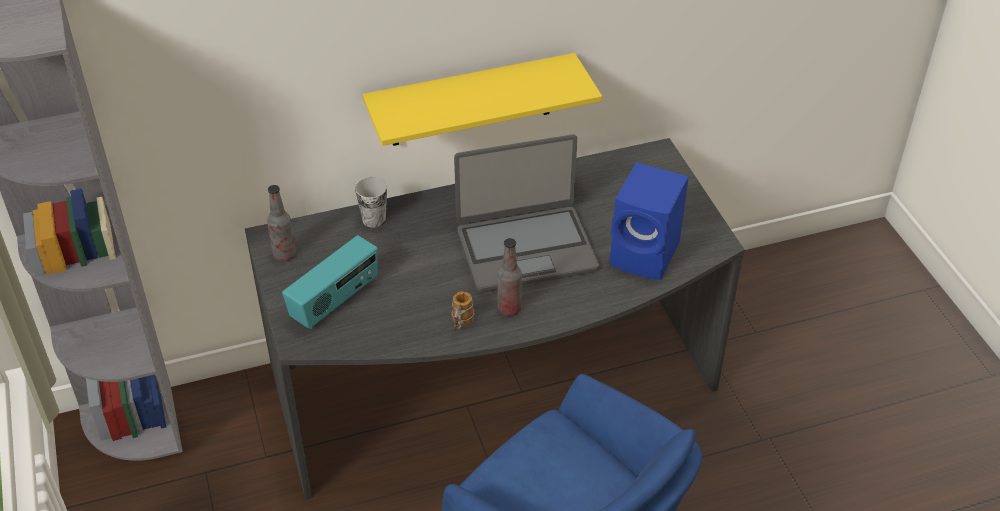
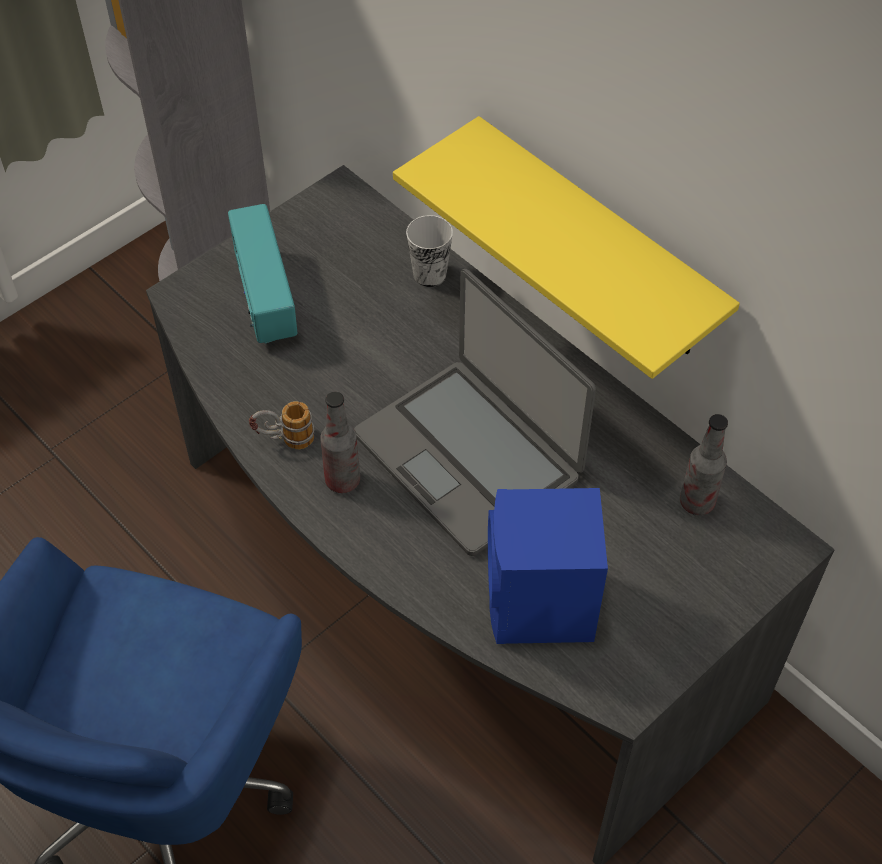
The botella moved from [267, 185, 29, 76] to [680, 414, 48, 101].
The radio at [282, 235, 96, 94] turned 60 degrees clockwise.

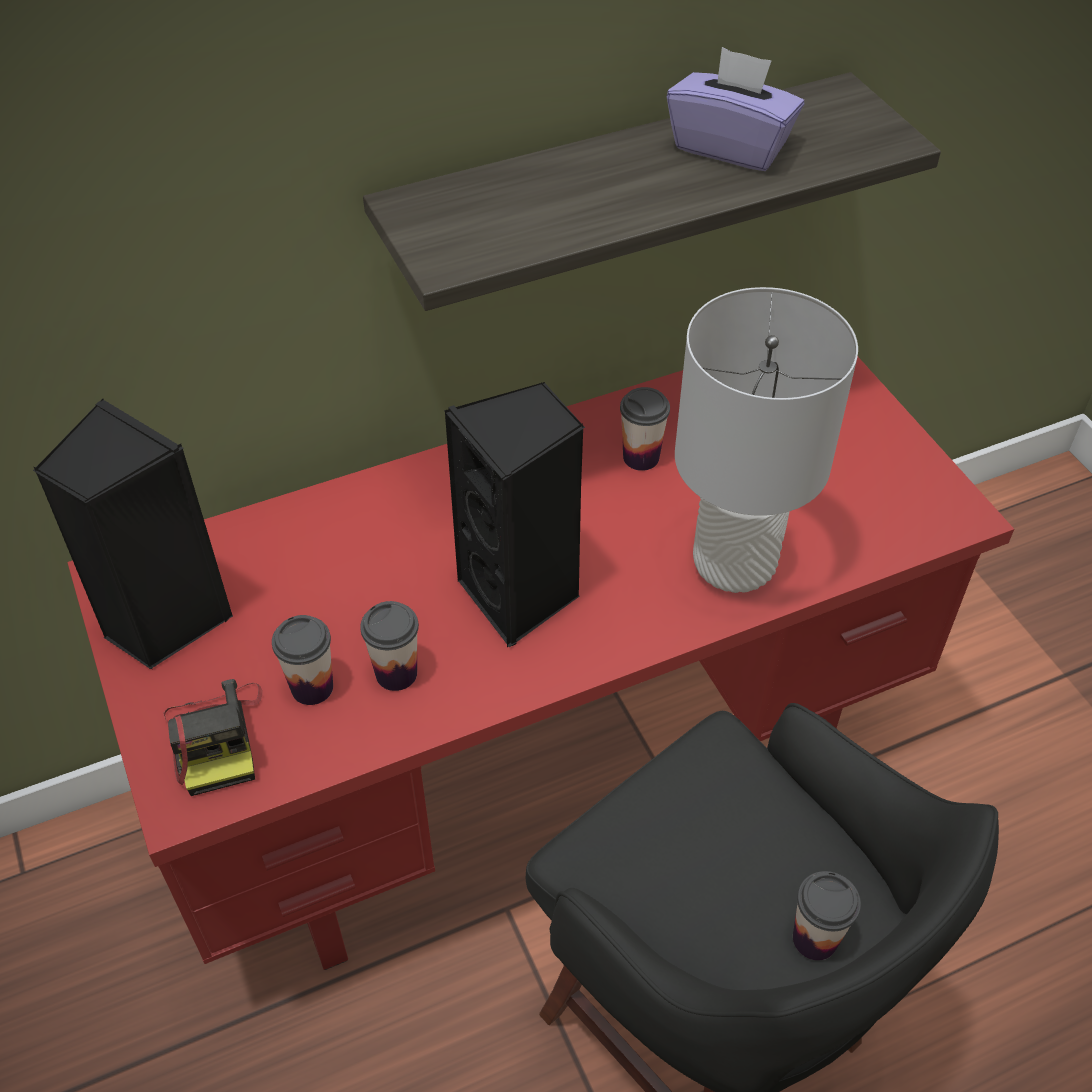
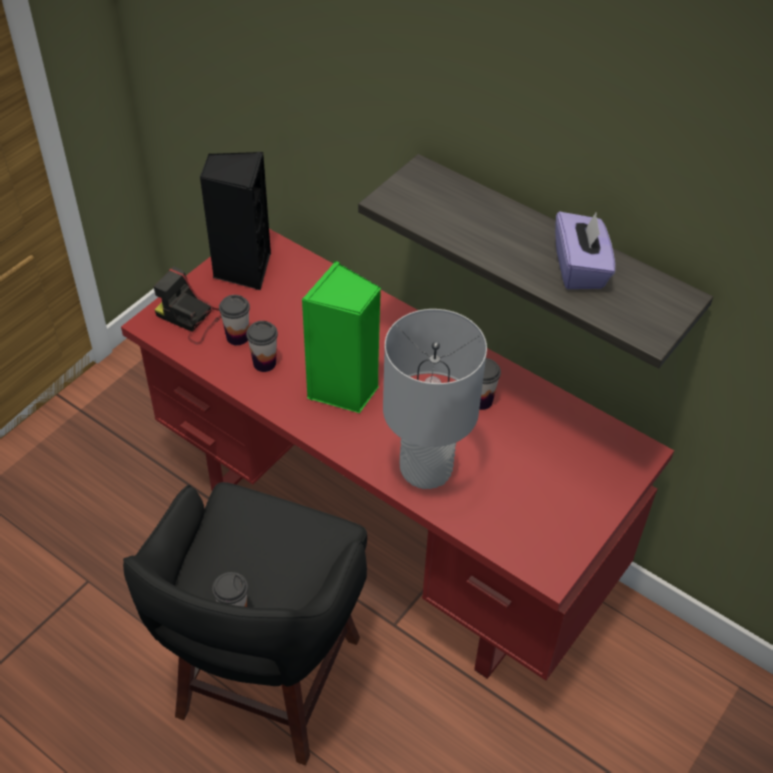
The cámara at [164, 679, 98, 117] turned 75 degrees clockwise.
The altavoz (negro) at [444, 382, 141, 265] became the altavoz (verde) at [302, 261, 79, 152].

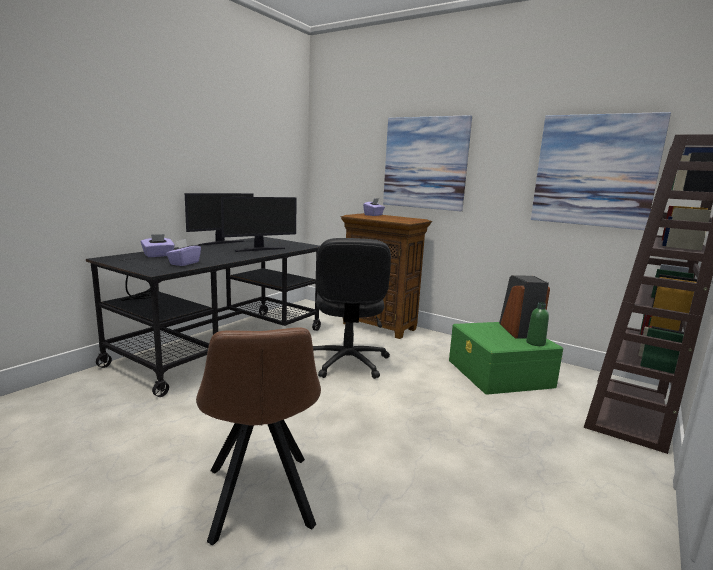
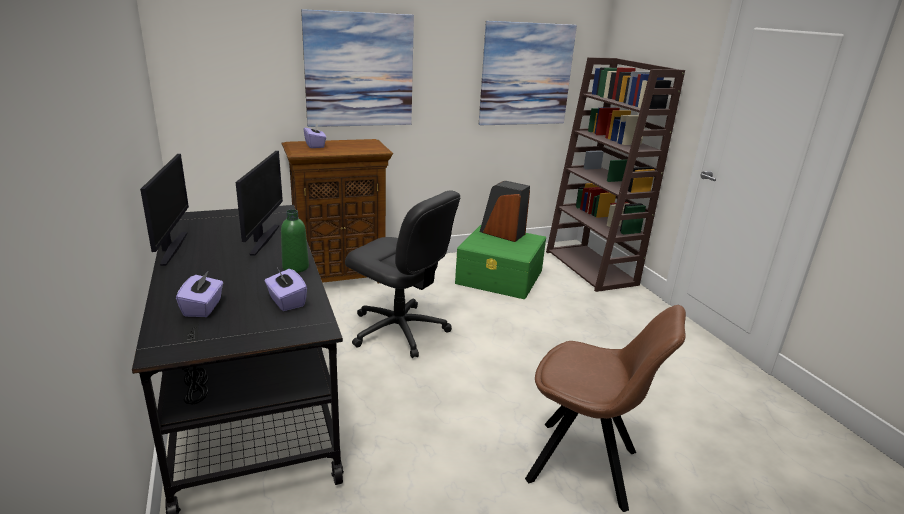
The botella (verde) moved from [526, 302, 23, 44] to [281, 210, 28, 63].

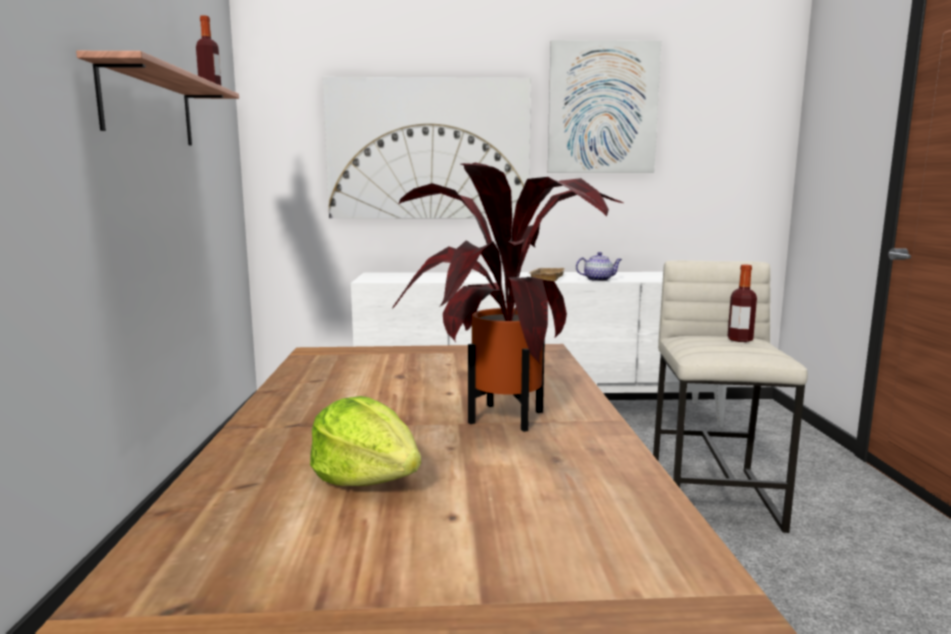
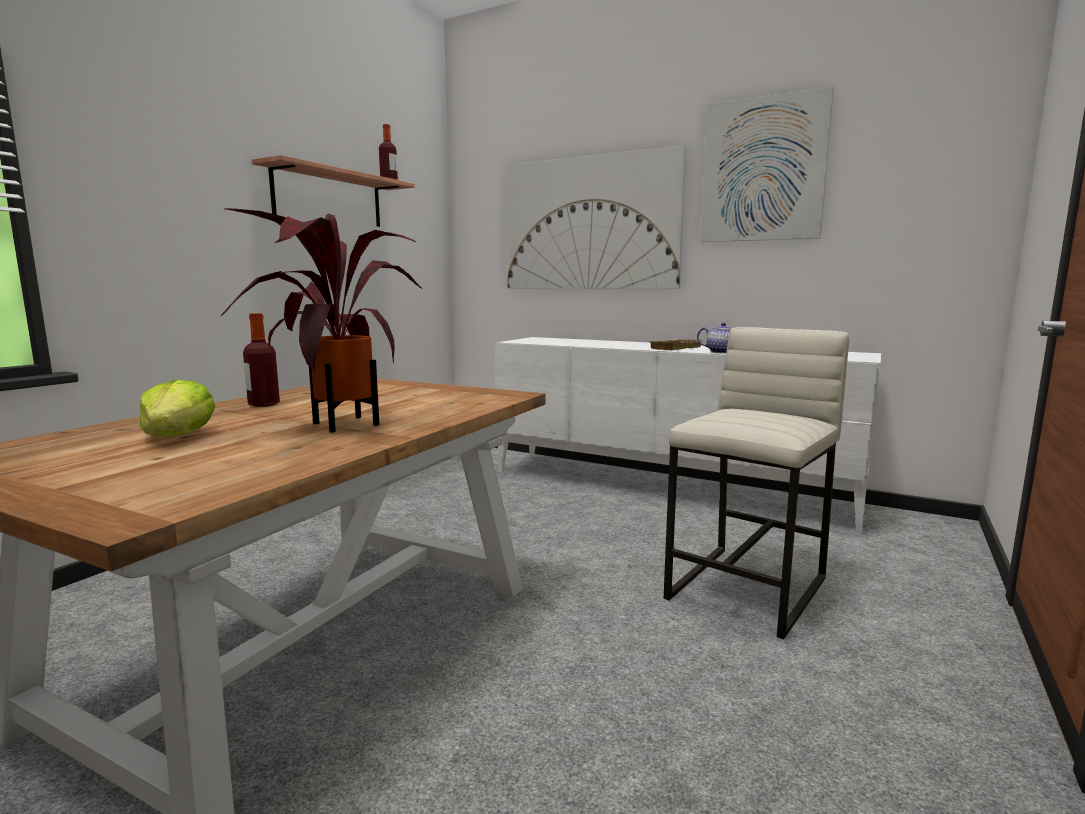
The botella moved from [728, 265, 29, 77] to [243, 313, 37, 94].

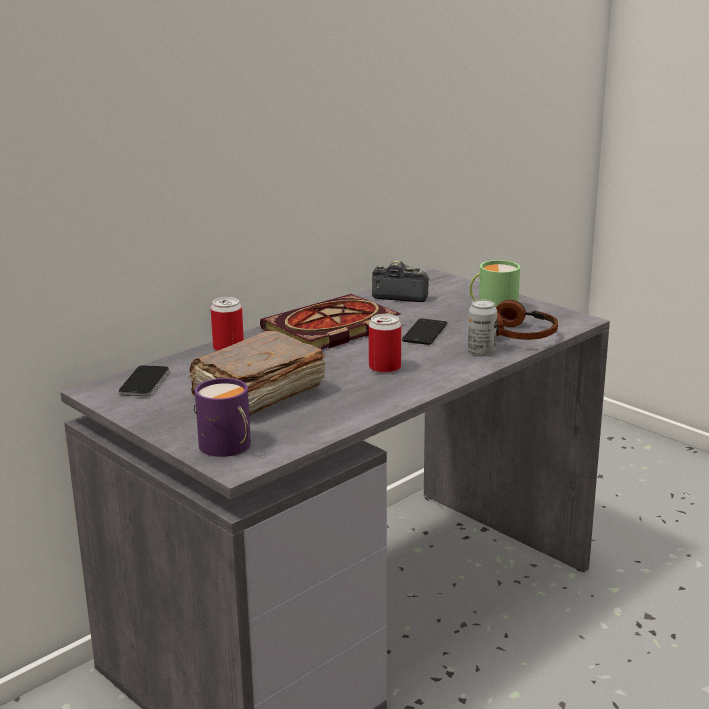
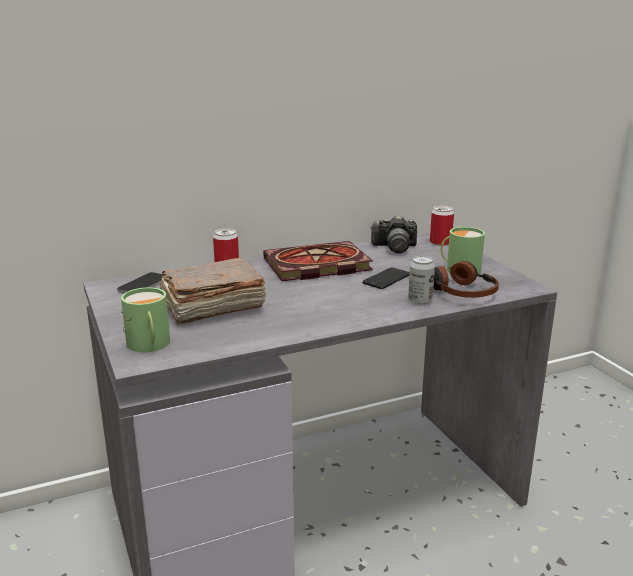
The taza grande (morado) at [194, 378, 57, 79] became the taza grande (verde) at [121, 287, 49, 65].
The lata moved from [369, 314, 32, 59] to [430, 206, 24, 40].
The cámara at [372, 261, 58, 41] turned 150 degrees clockwise.

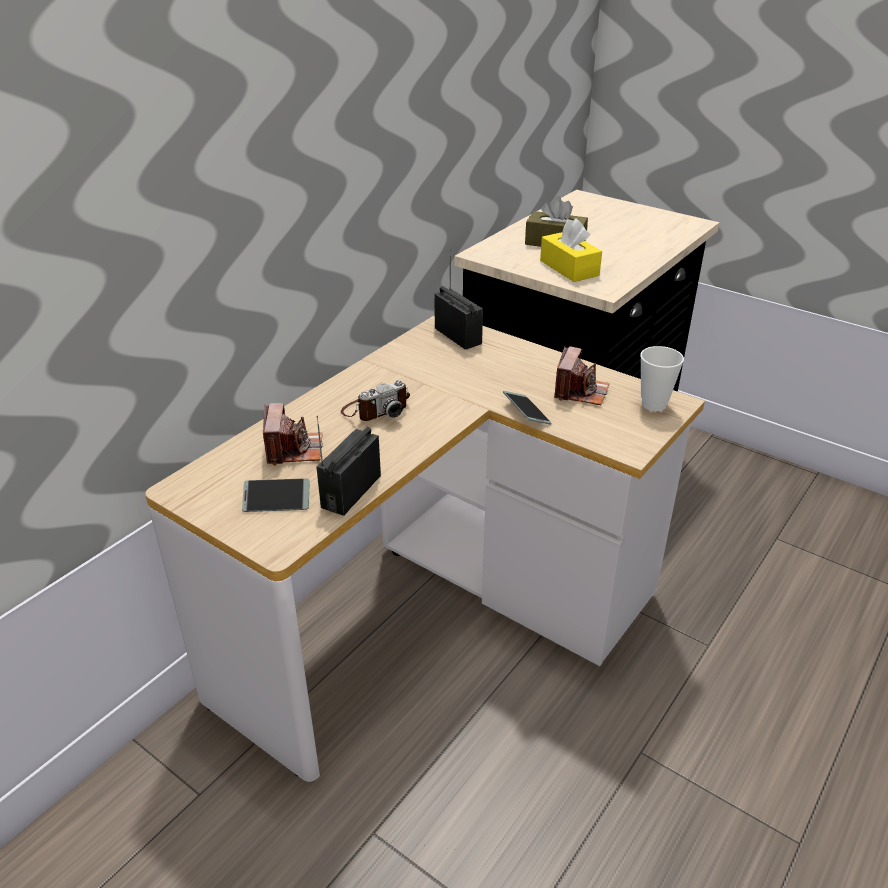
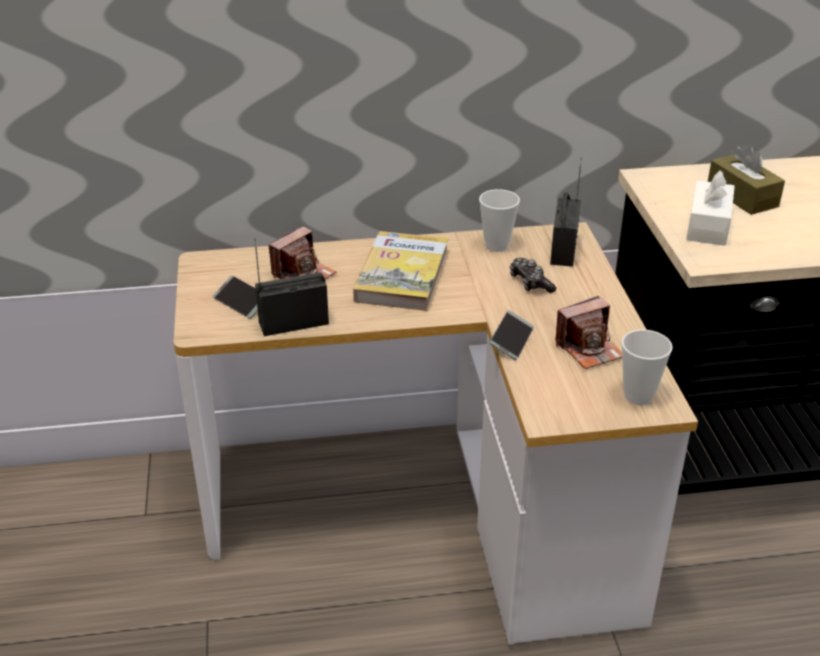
The cámara at [341, 380, 69, 41] was replaced by the libro at [353, 231, 95, 80].
The caja de pañuelos (amarillo) at [540, 218, 62, 64] became the caja de pañuelos (blanco) at [686, 170, 49, 76].
The taza at [479, 189, 41, 63] appeared.
The mando de consola at [510, 258, 46, 35] appeared.

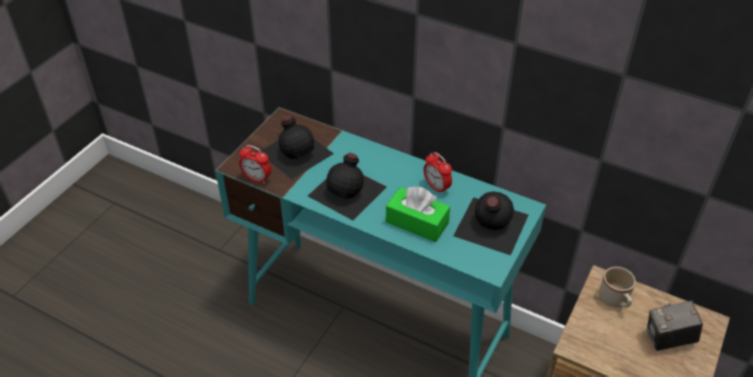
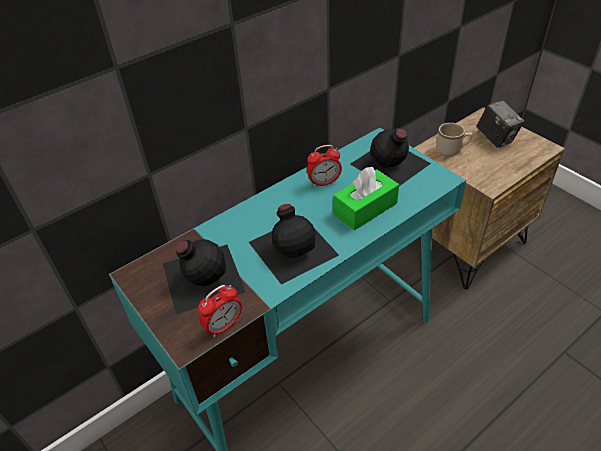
The cámara at [646, 300, 57, 51] turned 45 degrees counterclockwise.

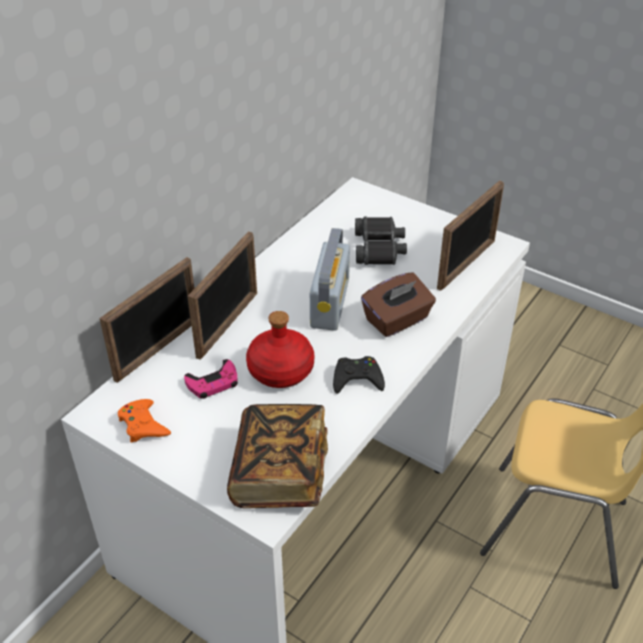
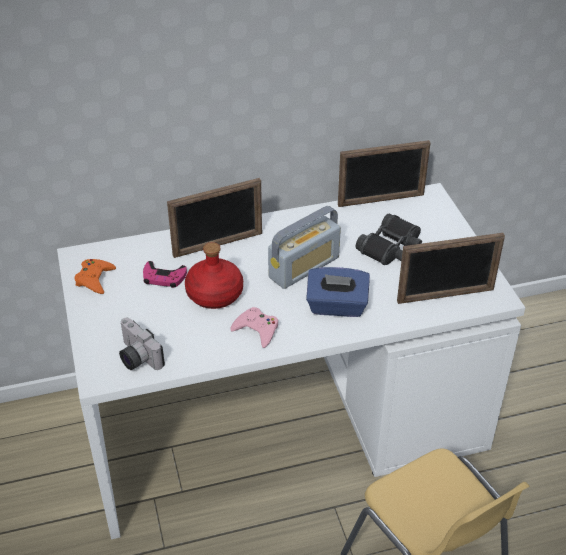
The portarretratos moved from [99, 257, 95, 126] to [338, 140, 93, 67].
The libro at [227, 404, 101, 105] was replaced by the cámara at [119, 318, 46, 52].
The mando de consola (negro) at [333, 356, 52, 38] became the mando de consola (rosa) at [230, 307, 48, 41].
The caja de pañuelos (marrón) at [361, 273, 75, 64] became the caja de pañuelos (azul) at [306, 267, 64, 50].

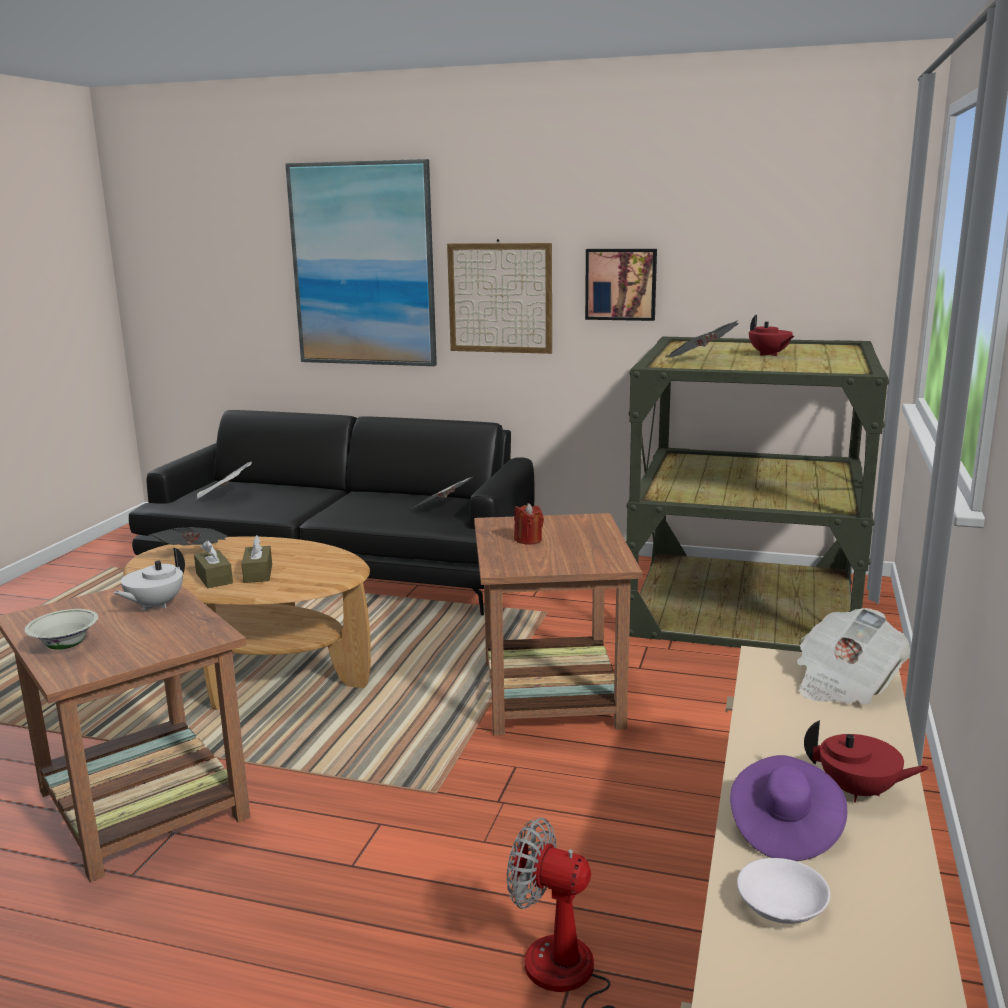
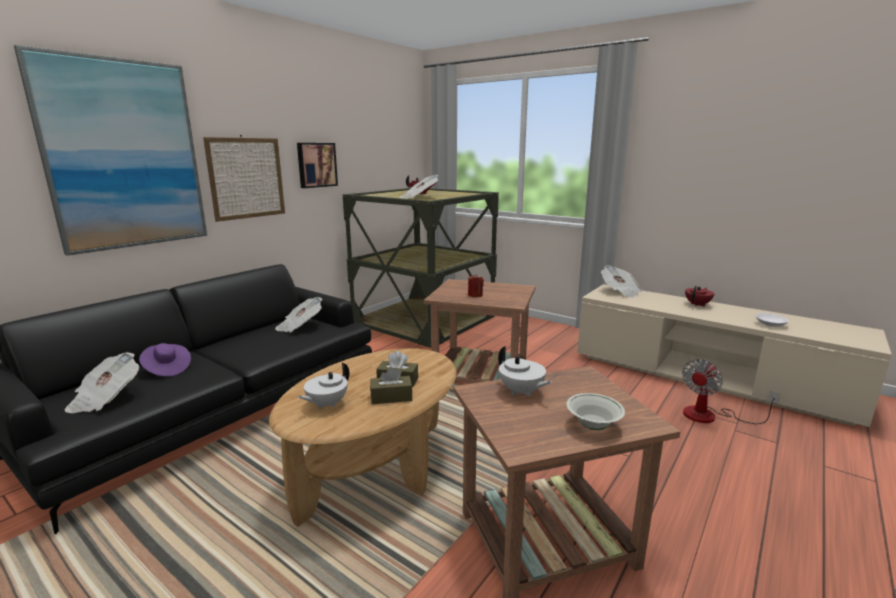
The periódico at [148, 527, 80, 18] was replaced by the tetera (blanco) at [298, 363, 51, 46].
The sombrero (morado) moved from [730, 755, 117, 106] to [139, 343, 52, 34].

